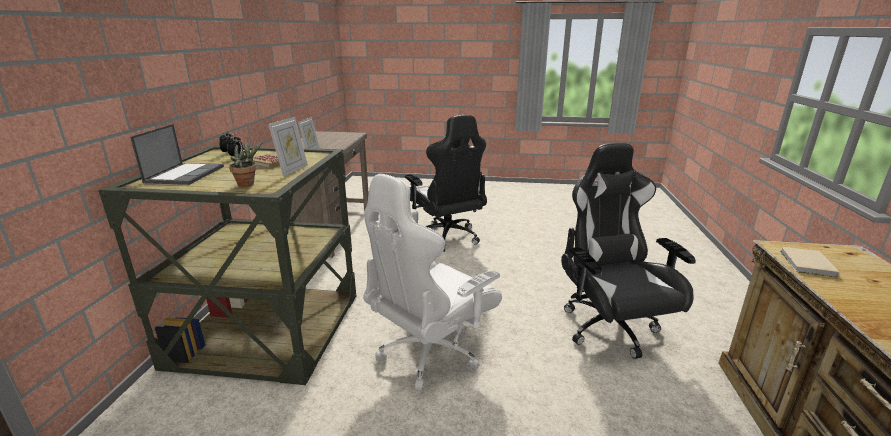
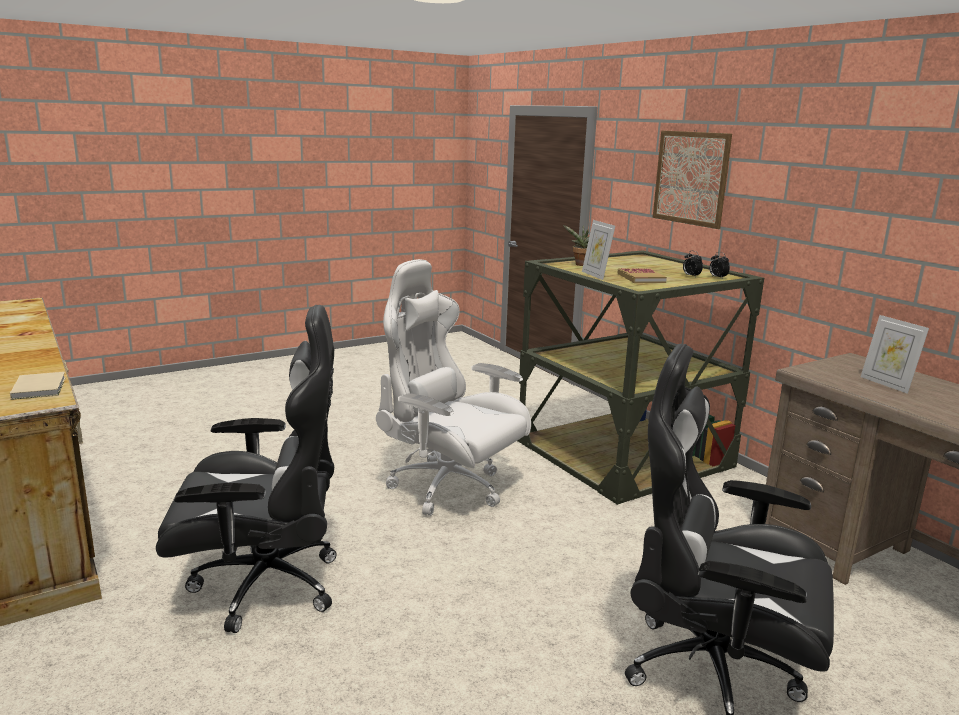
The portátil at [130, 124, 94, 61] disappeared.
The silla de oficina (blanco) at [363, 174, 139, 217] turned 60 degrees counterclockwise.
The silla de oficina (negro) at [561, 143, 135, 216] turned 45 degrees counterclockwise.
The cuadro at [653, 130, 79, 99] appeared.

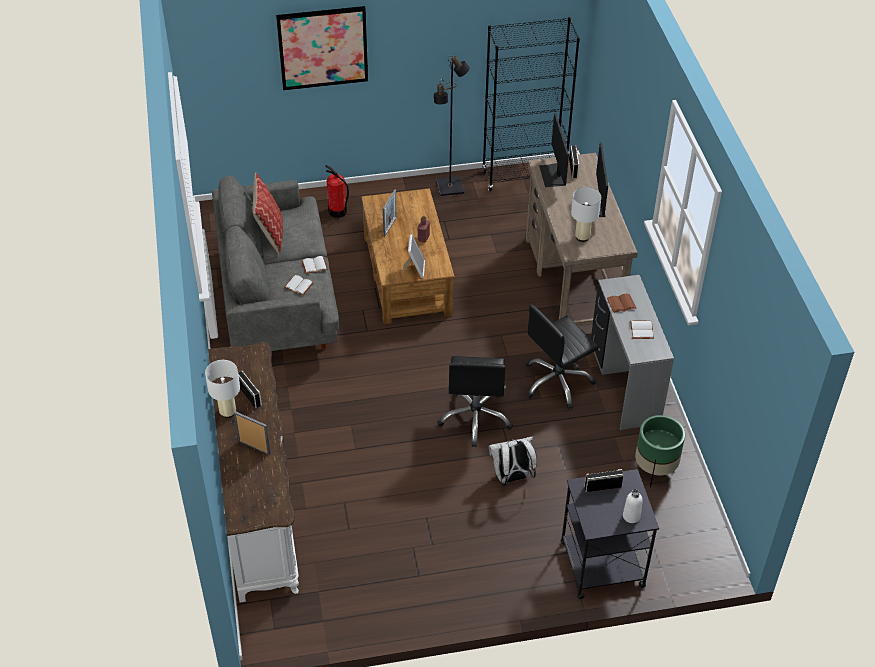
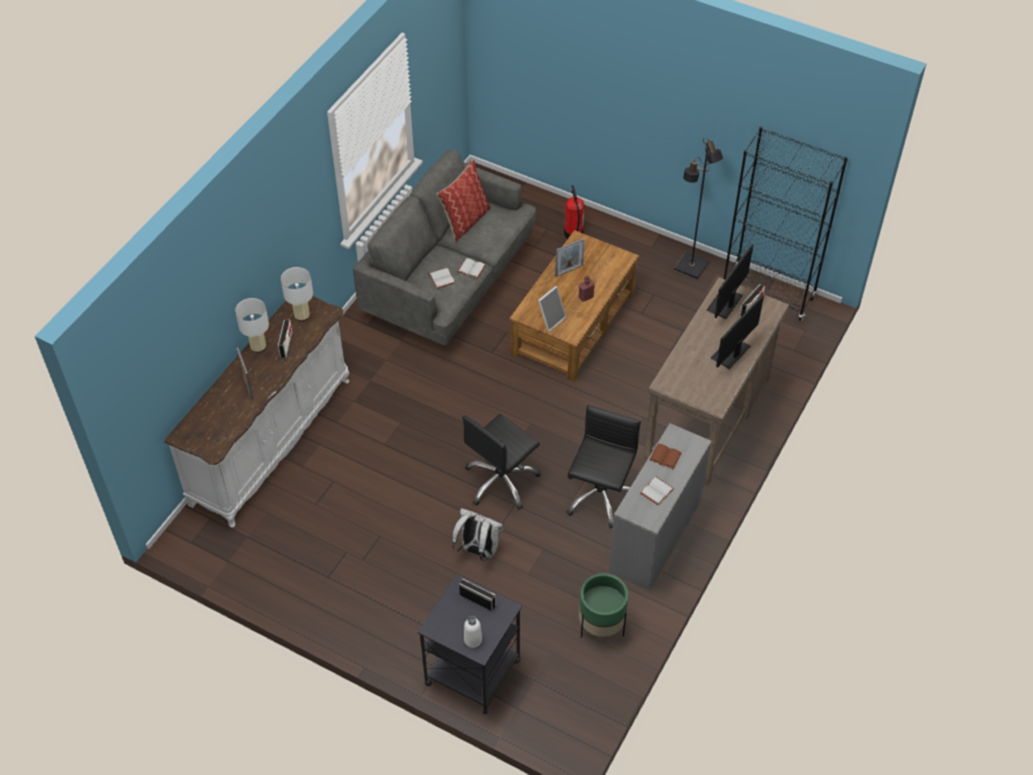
The cuadro at [276, 6, 92, 84] disappeared.
The silla de oficina (negro) at [526, 304, 73, 105] turned 105 degrees clockwise.
The lámpara de mesa (blanco) moved from [571, 187, 30, 55] to [281, 267, 32, 55].

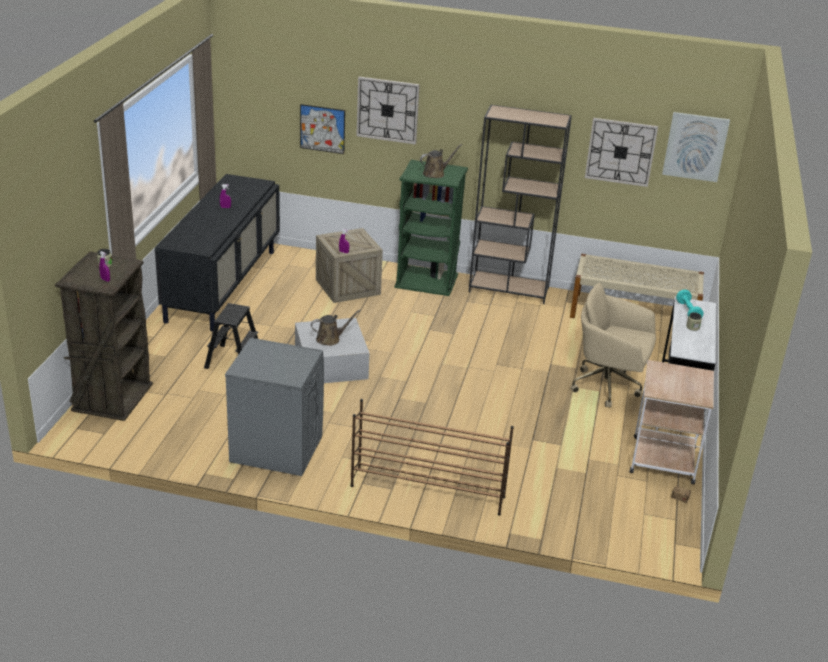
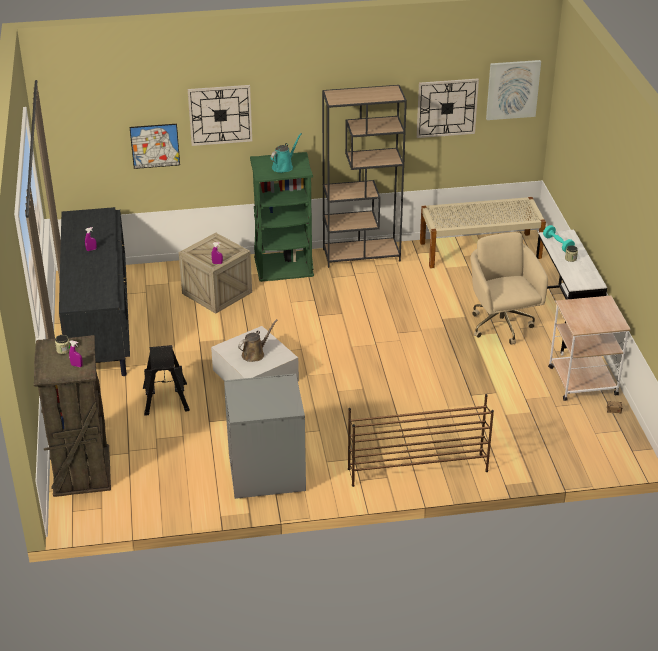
The regadera (marrón) at [420, 144, 42, 34] became the regadera (turquesa) at [271, 133, 31, 40].
The silla de oficina (beis) at [571, 283, 85, 125] turned 75 degrees clockwise.

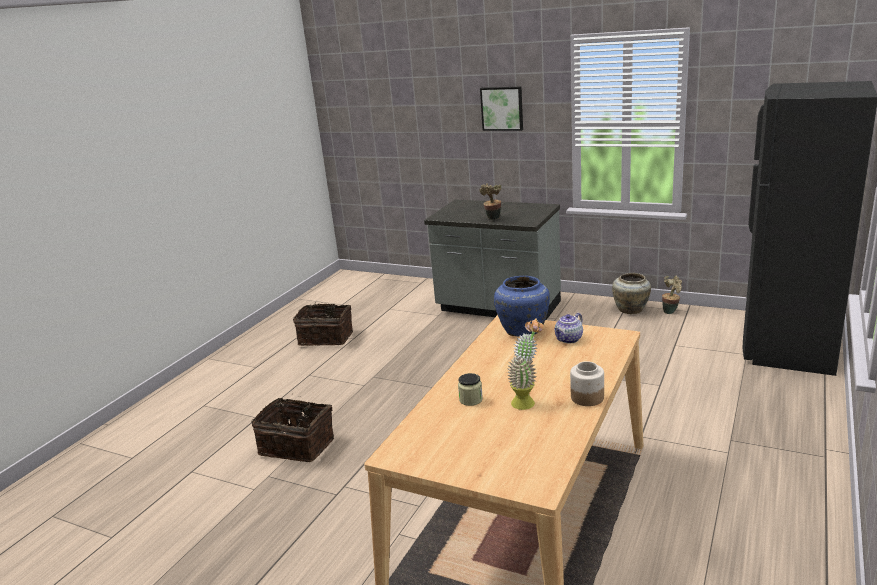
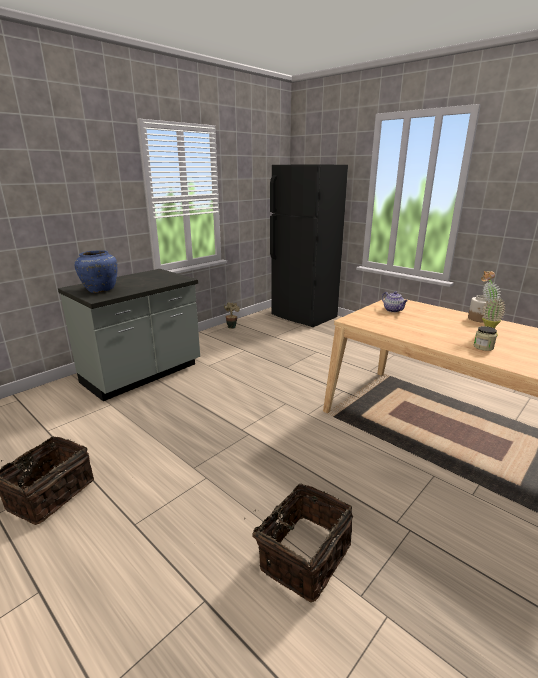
The planta en maceta at [479, 183, 22, 37] disappeared.
The cuadro at [480, 87, 43, 44] disappeared.
The florero (azul) moved from [494, 276, 56, 61] to [74, 250, 44, 43].
The florero (beis) at [612, 273, 39, 41] disappeared.

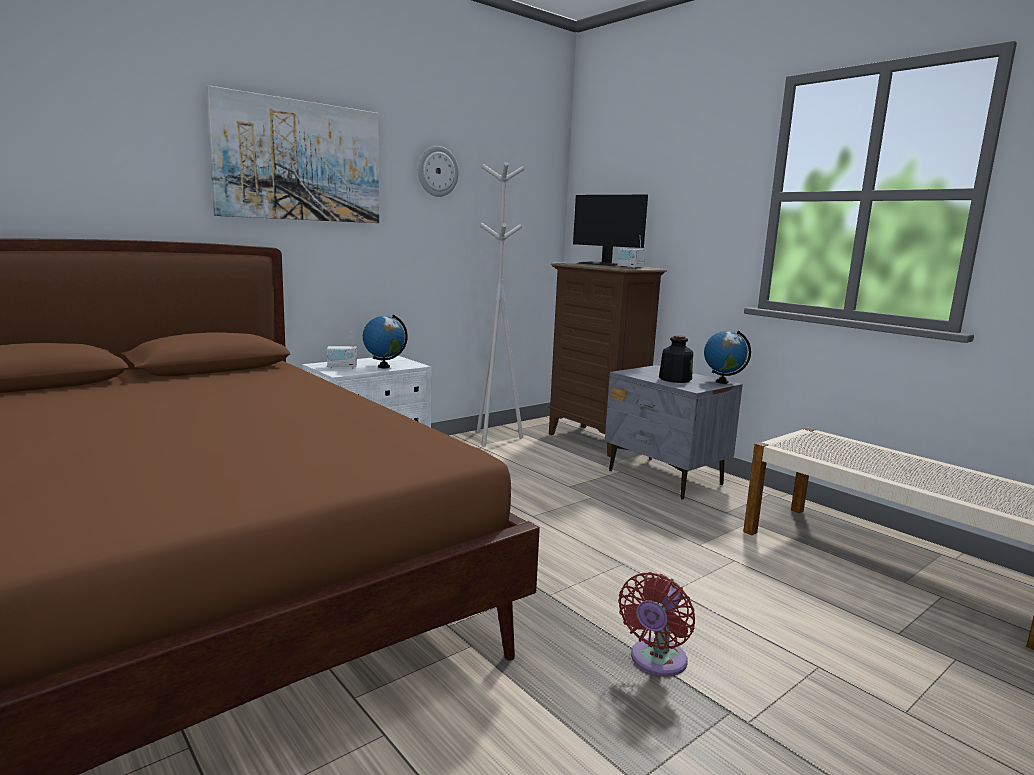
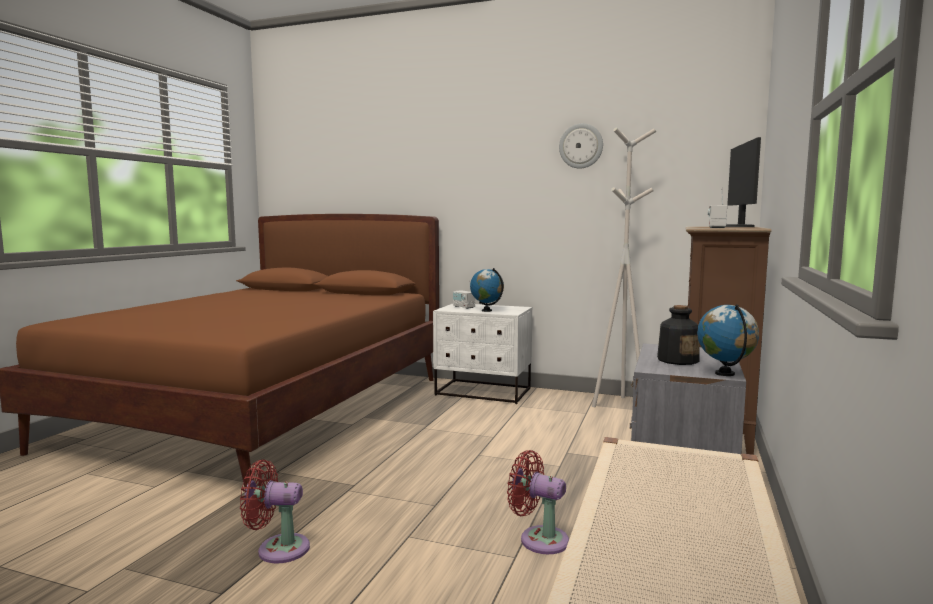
The cuadro at [206, 85, 173, 138] disappeared.
The ventilador (rojo) at [507, 450, 62, 104] appeared.

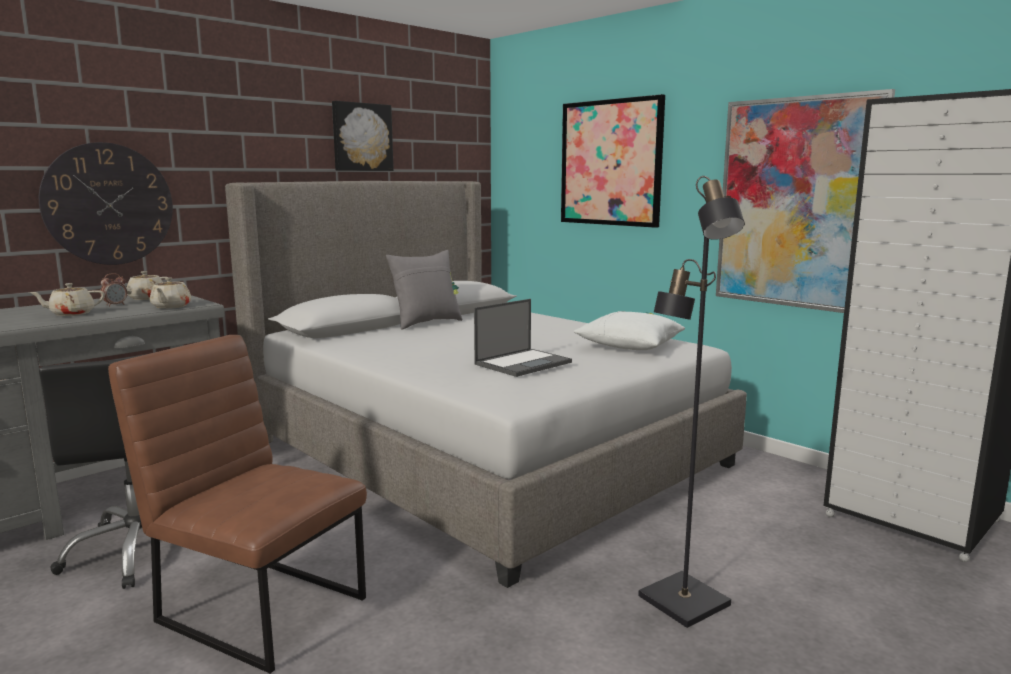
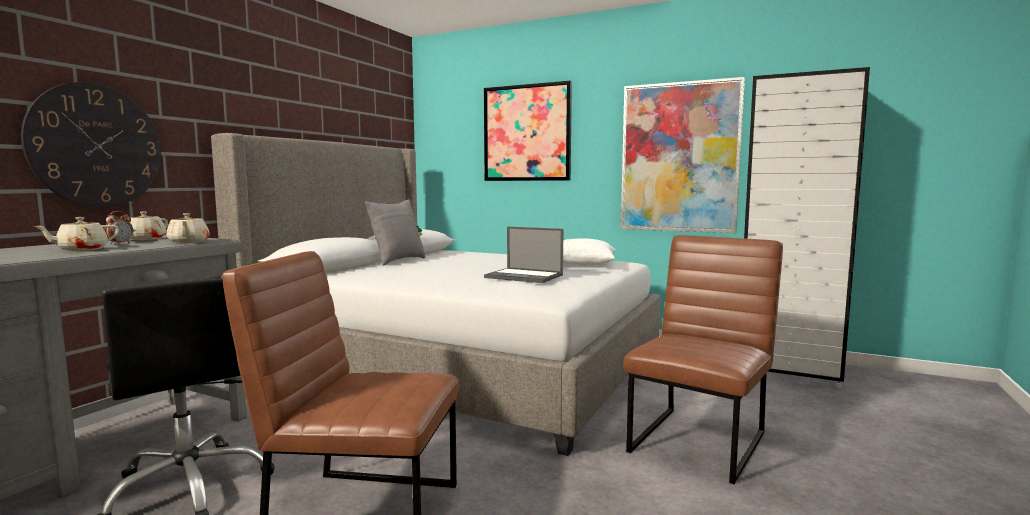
The cuadro at [332, 101, 62, 70] disappeared.
The portátil at [474, 299, 98, 78] turned 90 degrees clockwise.
The lámpara de pie (negro) at [638, 176, 107, 452] was replaced by the silla (marrón) at [623, 235, 160, 249].

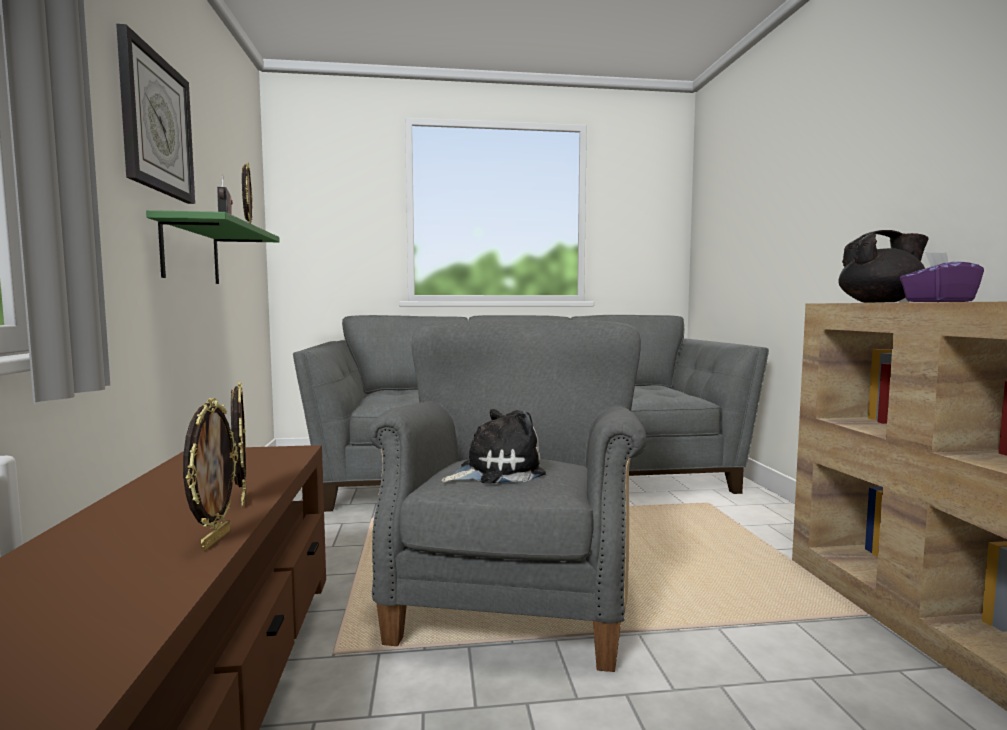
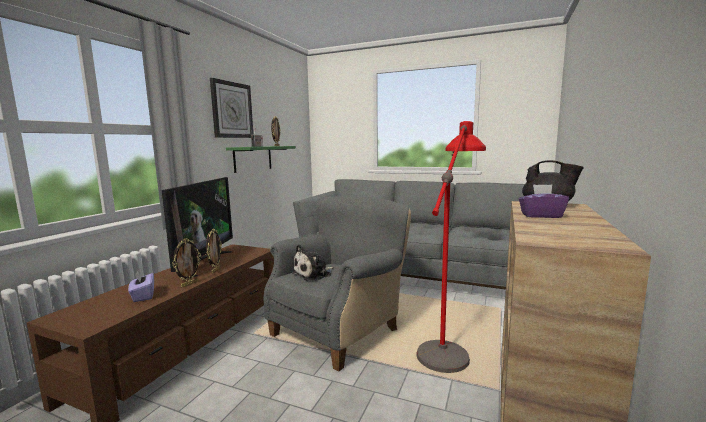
The peluche at [441, 409, 105, 75] turned 135 degrees clockwise.
The caja de pañuelos (morado) at [128, 270, 26, 32] appeared.
The televisor at [162, 177, 71, 100] appeared.
The lámpara de pie (rojo) at [417, 121, 69, 252] appeared.

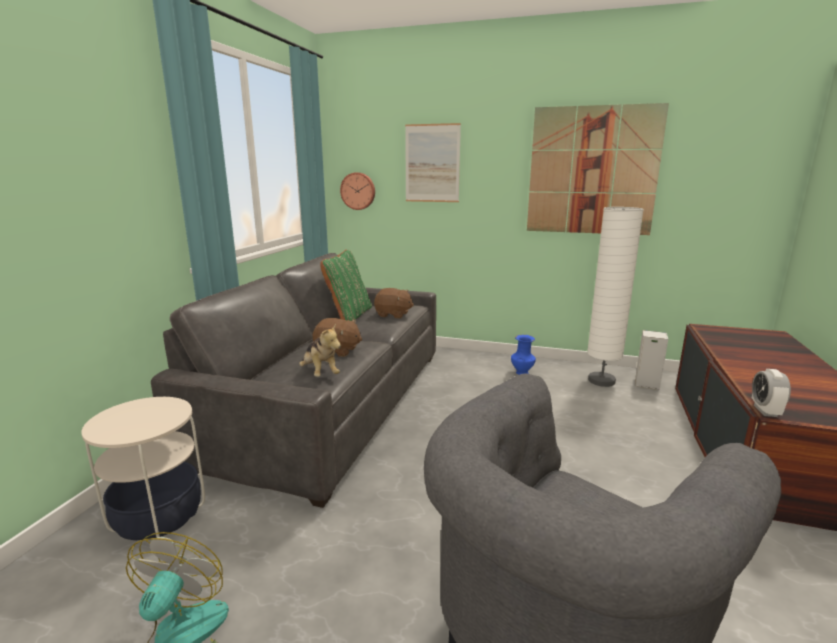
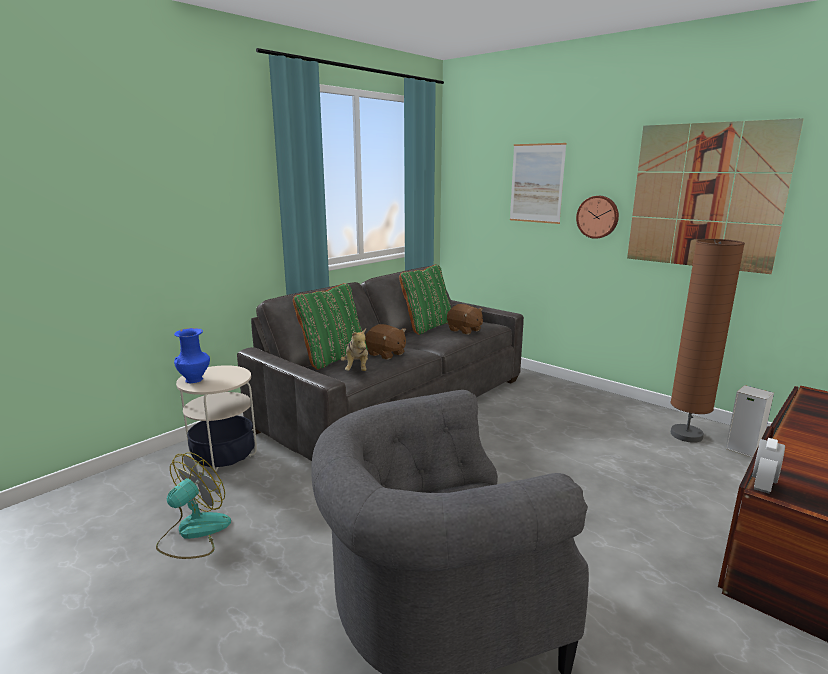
The reloj de pared moved from [340, 172, 35, 38] to [576, 196, 43, 43].
The florero (azul) moved from [511, 335, 25, 40] to [174, 328, 36, 55].
The lámpara de pie (blanco) at [587, 207, 57, 180] became the lámpara de pie (marrón) at [670, 239, 75, 204].
The cojín (verde) at [293, 283, 75, 87] appeared.

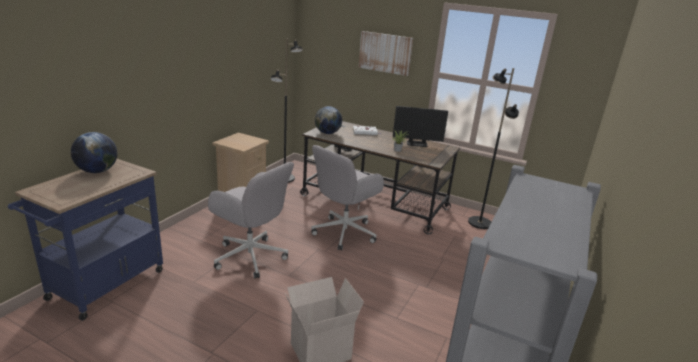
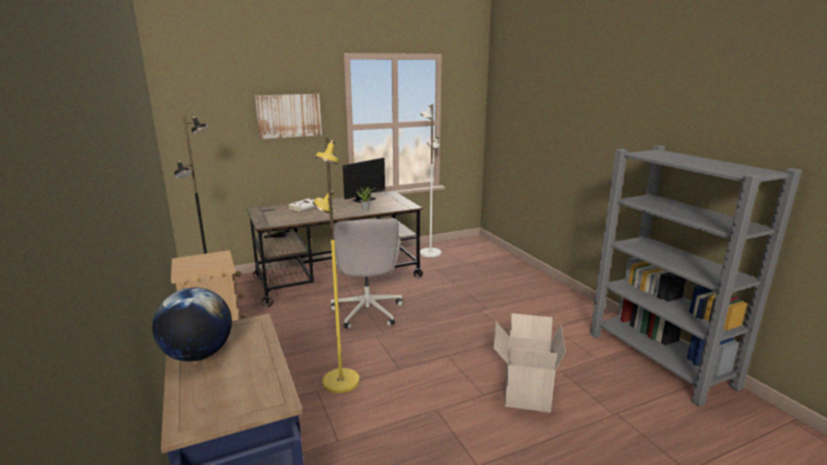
The silla de oficina (gris) at [208, 162, 86, 117] was replaced by the lámpara de pie (amarillo) at [313, 137, 47, 256].
The globo terráqueo at [315, 106, 27, 28] disappeared.
The lámpara de pie (negro) at [468, 68, 51, 161] became the lámpara de pie (blanco) at [420, 104, 22, 153].

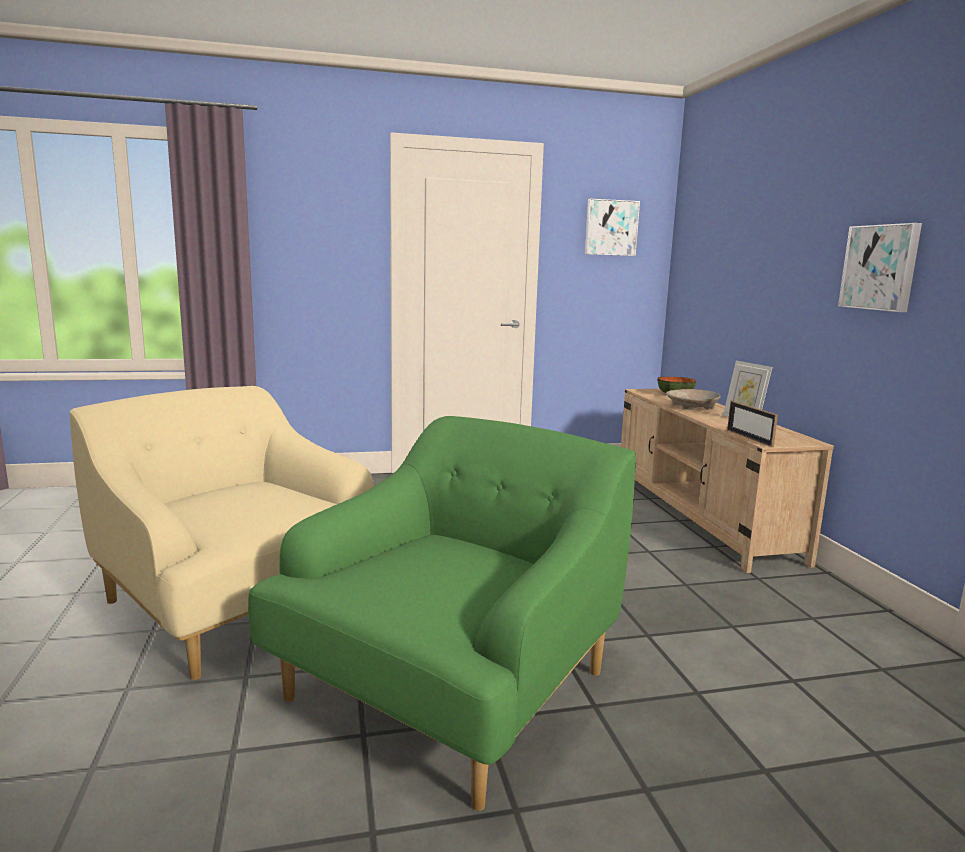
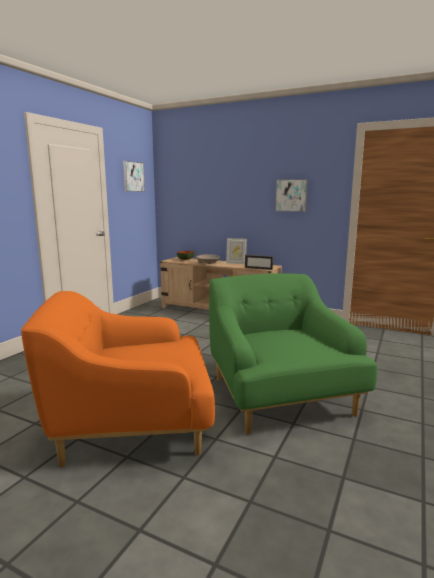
The sillón (beis) at [70, 386, 304, 294] became the sillón (naranja) at [21, 291, 194, 176].

